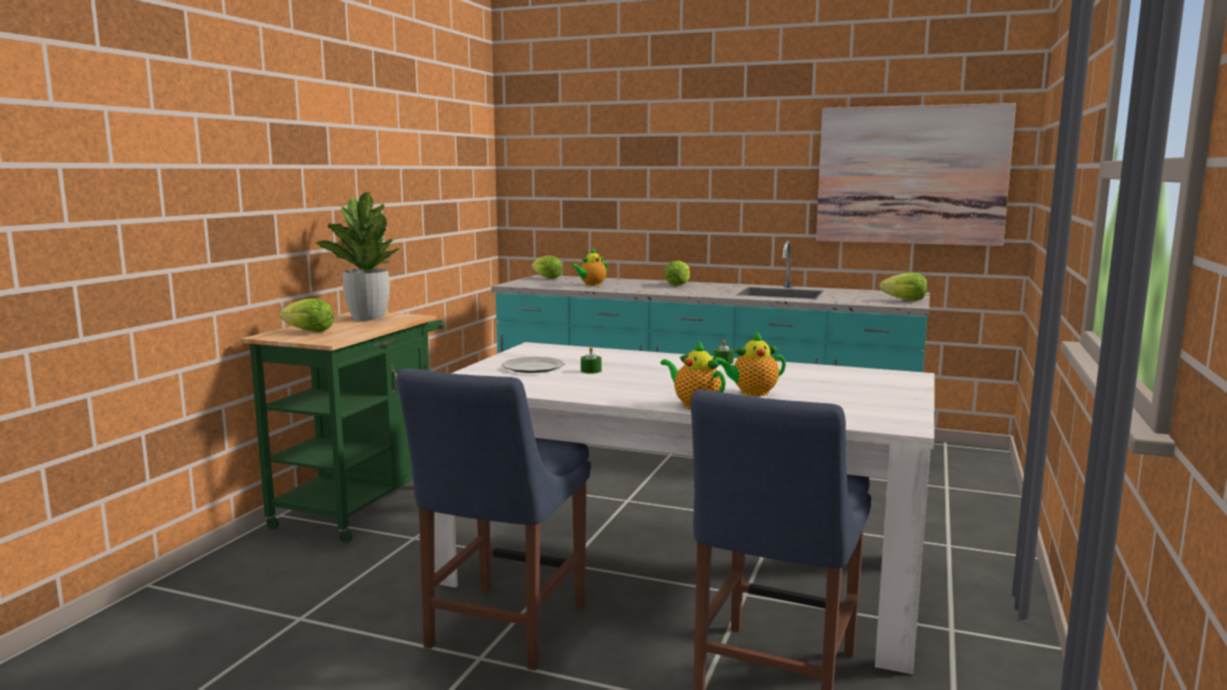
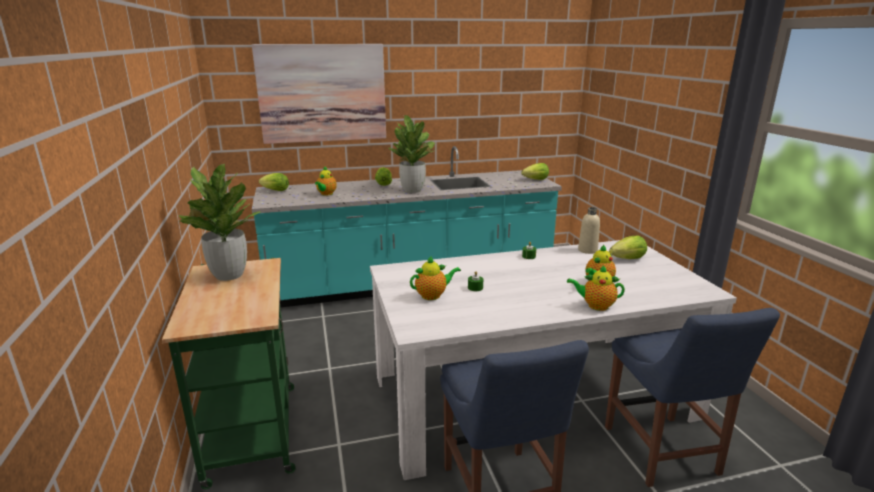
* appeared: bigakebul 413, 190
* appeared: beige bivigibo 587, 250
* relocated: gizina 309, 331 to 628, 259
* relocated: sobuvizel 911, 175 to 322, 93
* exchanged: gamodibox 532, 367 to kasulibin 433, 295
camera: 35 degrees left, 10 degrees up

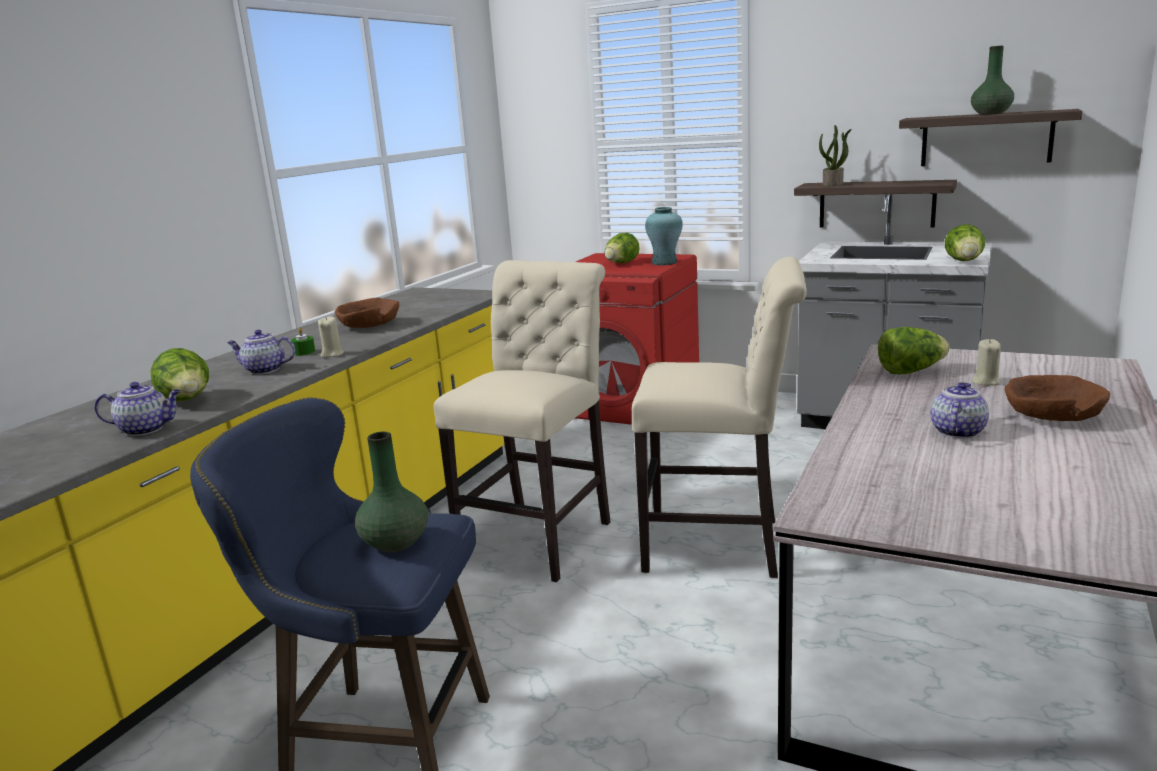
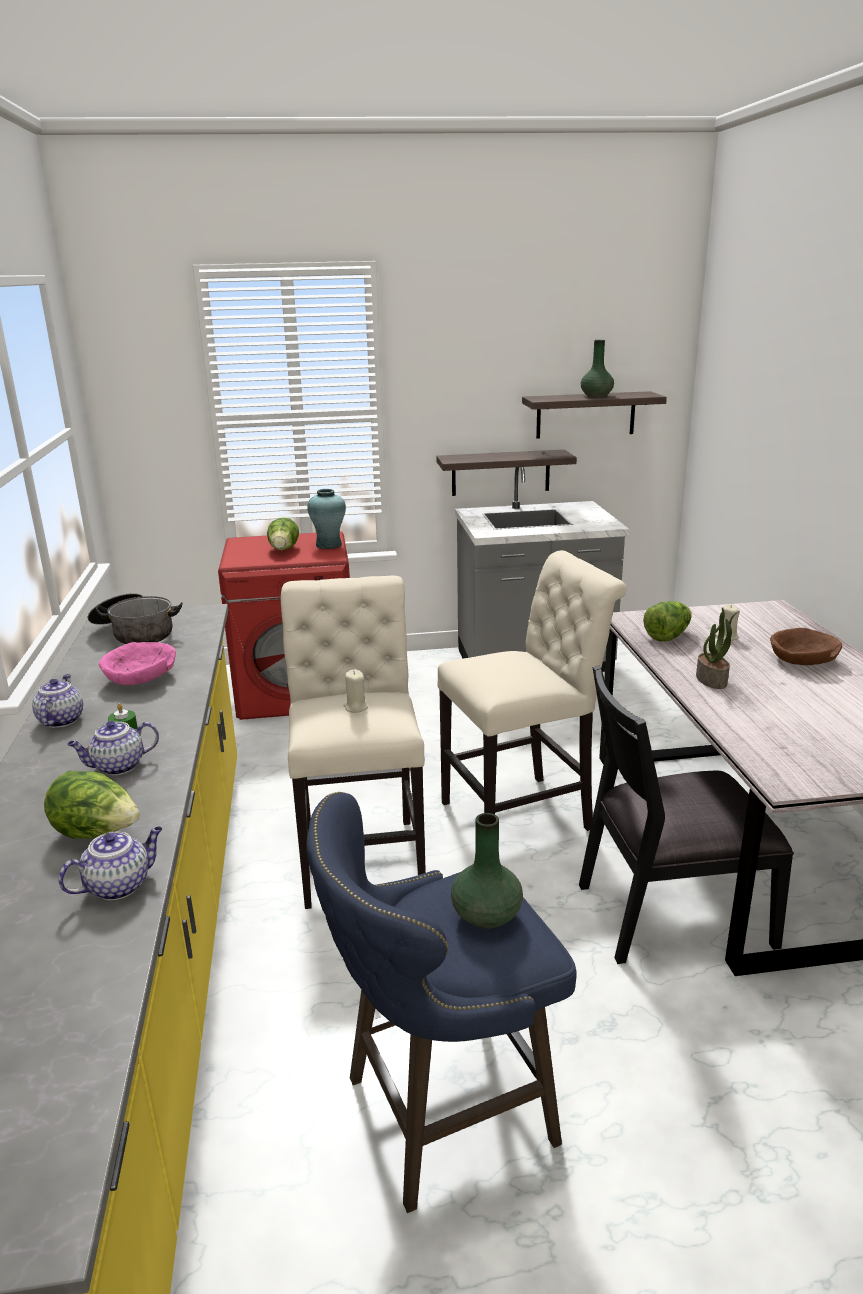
* missing: gizina 965, 262
* appeared: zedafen 135, 633
* appeared: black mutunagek 671, 912
* relocated: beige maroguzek 332, 354 to 355, 707
* relocated: bigakebul 833, 184 to 712, 680
* relocated: kasulibin 957, 431 to 61, 720
* colour: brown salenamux 369, 326 to pink salenamux 141, 678
camera: 35 degrees left, 5 degrees up

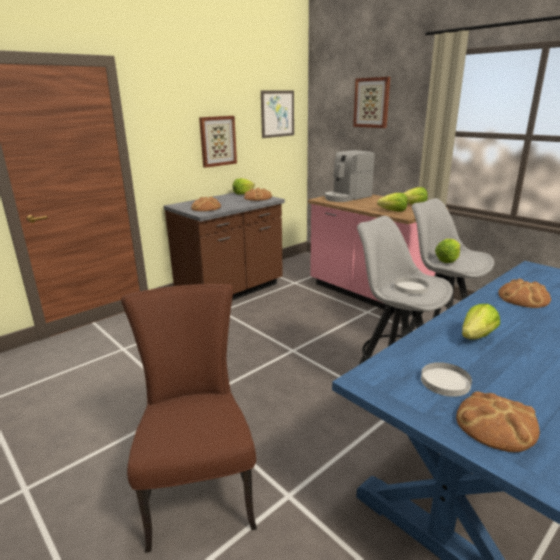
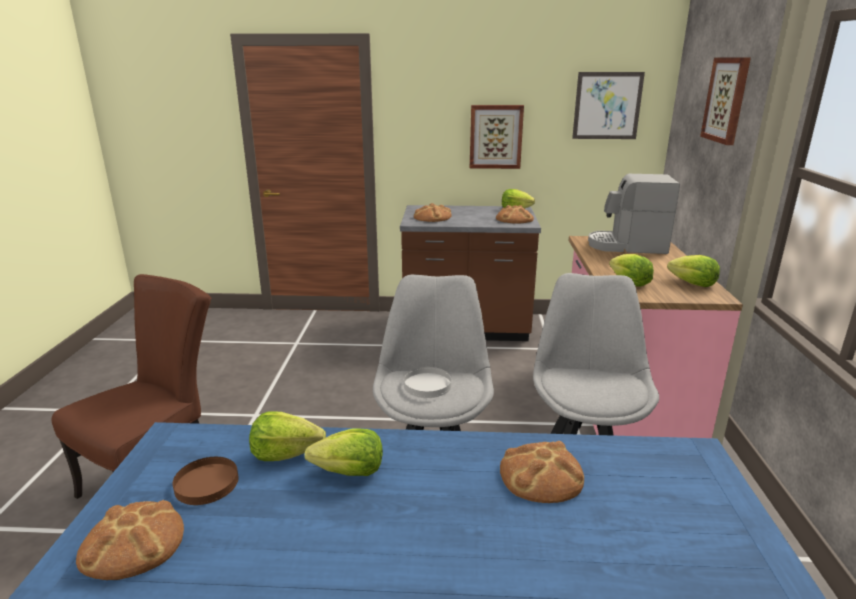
* relocated: gizina 447, 260 to 285, 453
* colour: white gamodibox 445, 381 to brown gamodibox 206, 483
camera: 45 degrees right, 0 degrees up

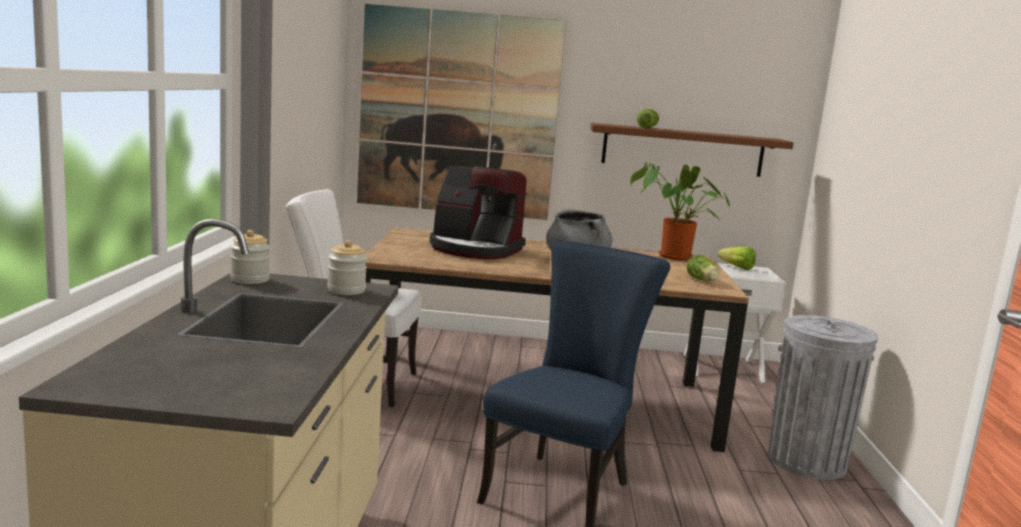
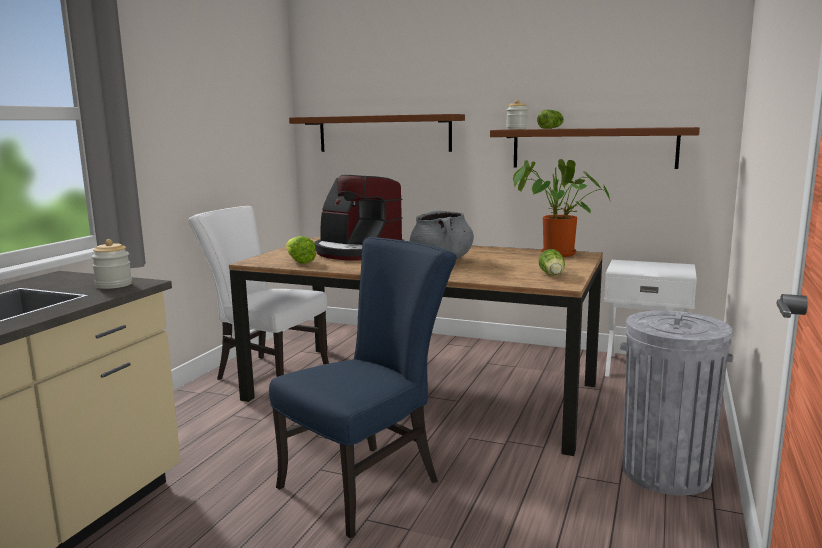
* relocated: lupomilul 250, 279 to 516, 129
* relocated: gizina 734, 267 to 298, 261
* exchanged: sobuvizel 458, 114 to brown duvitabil 383, 133
camera: 20 degrees right, 0 degrees up

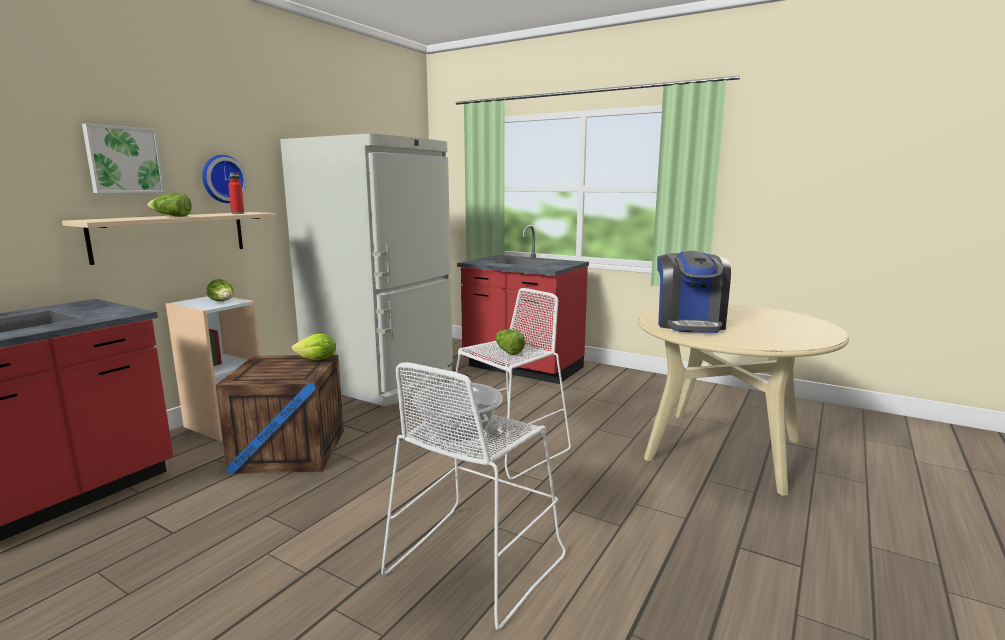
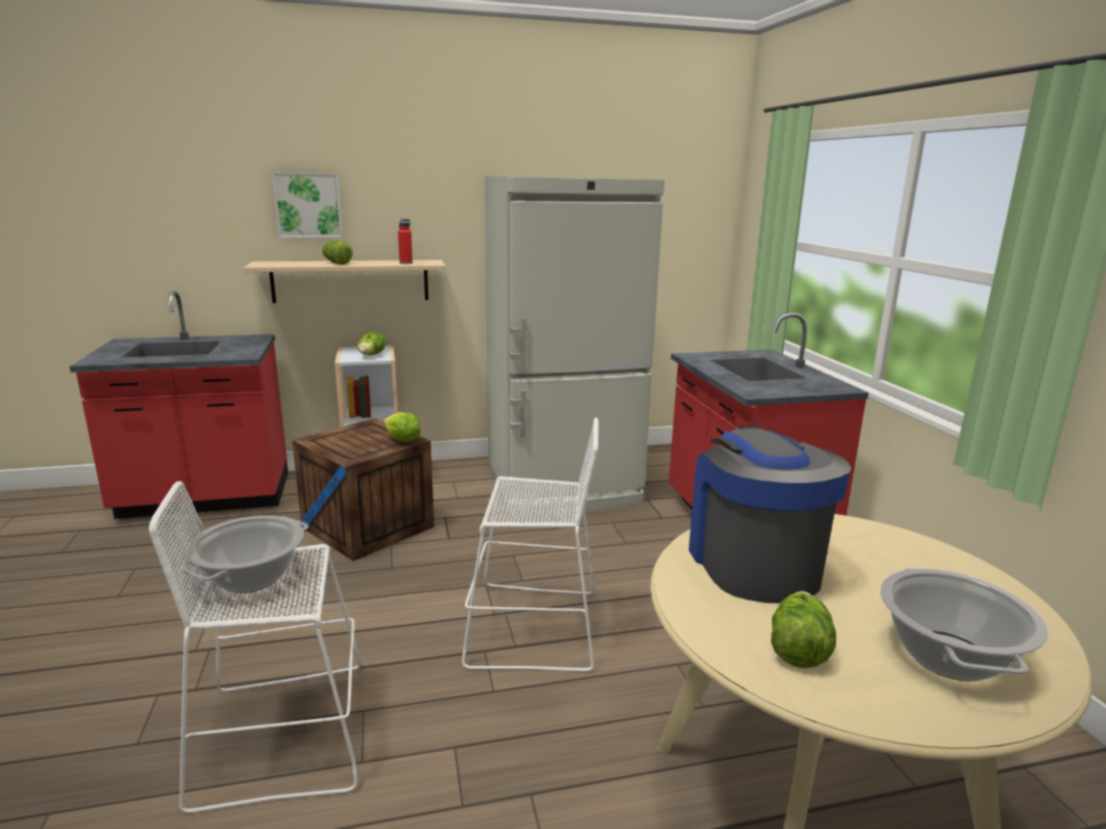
* missing: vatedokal 222, 179
* appeared: zedafen 947, 655
* relocated: gizina 508, 351 to 798, 647
* spun: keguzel 689, 324 = 753, 563 120 degrees clockwise
camera: 45 degrees right, 5 degrees up

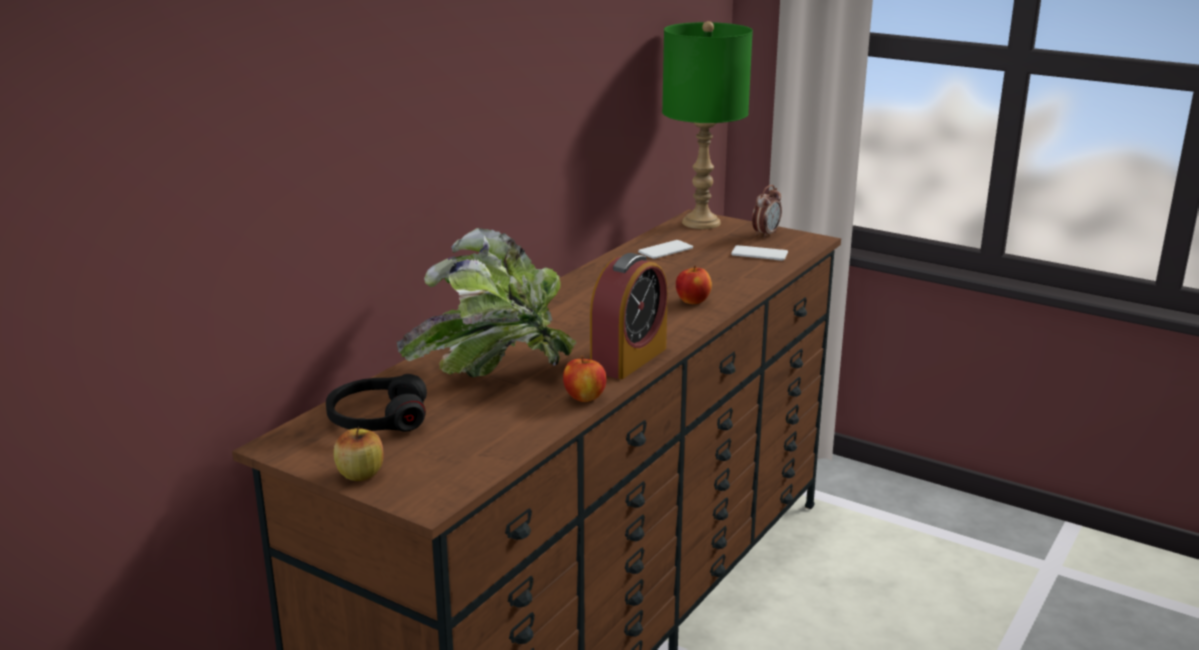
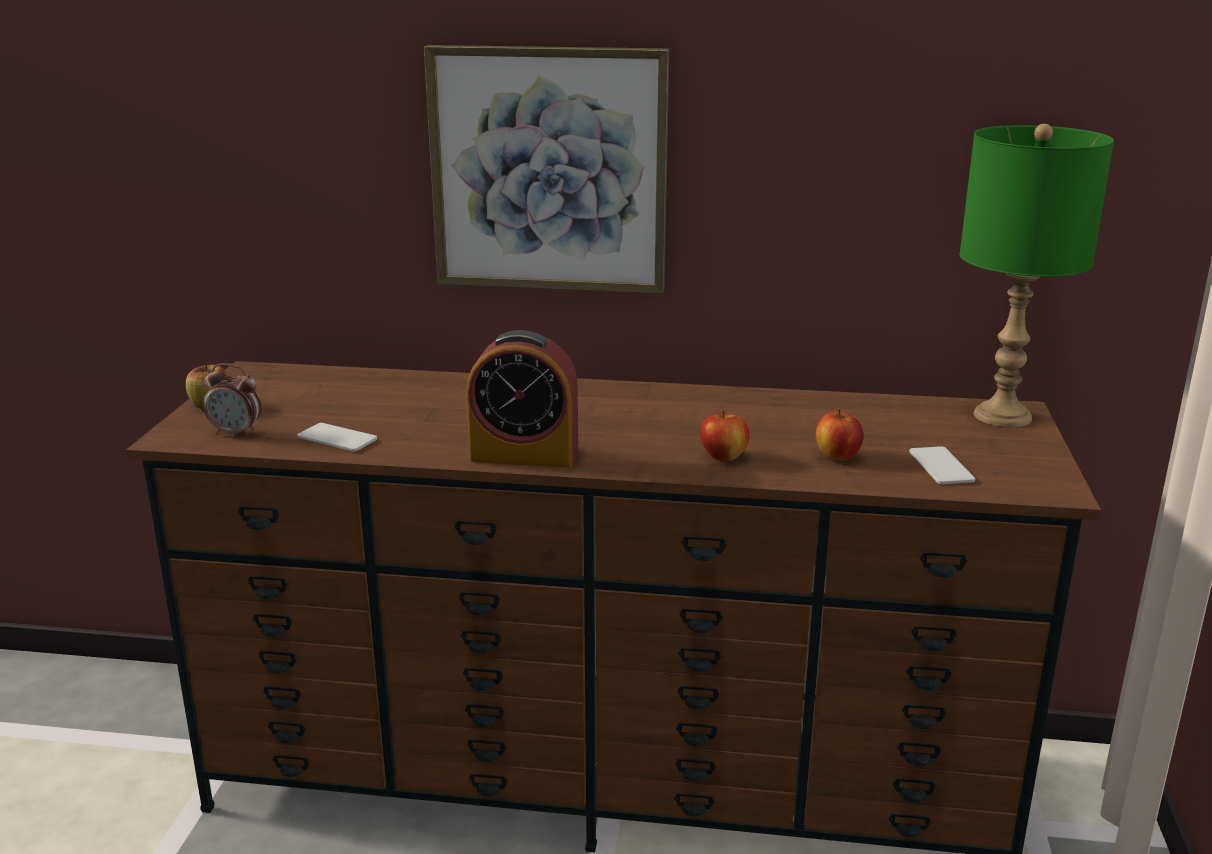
* missing: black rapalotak 377, 419
* missing: bigakebul 492, 368
* appeared: sobuvizel 549, 170
* relocated: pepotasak 584, 398 to 837, 456
* relocated: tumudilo 665, 250 to 337, 439
* relocated: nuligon 765, 234 to 236, 433
camera: 65 degrees right, 0 degrees up

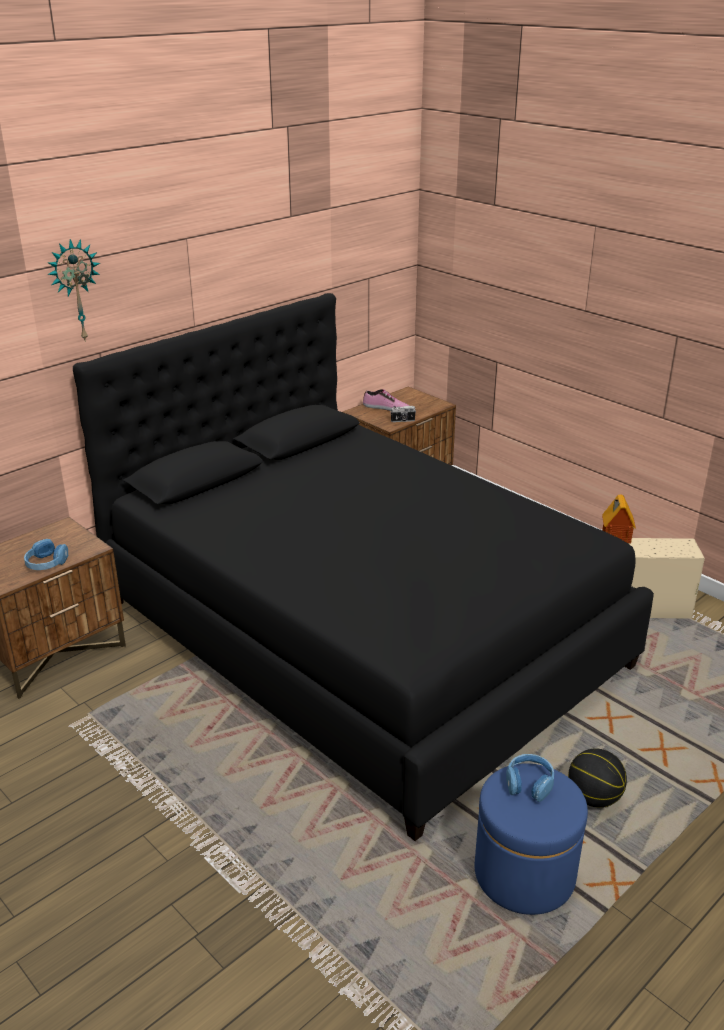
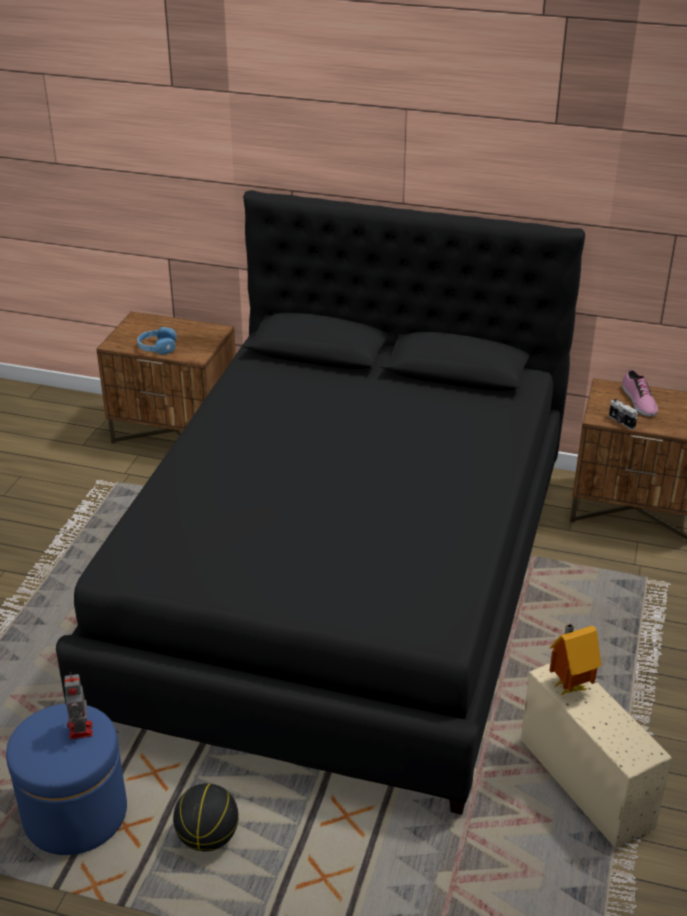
* missing: vatedokal 75, 290
* exchanged: blue rapalotak 529, 783 to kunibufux 81, 731
camera: 60 degrees right, 5 degrees up

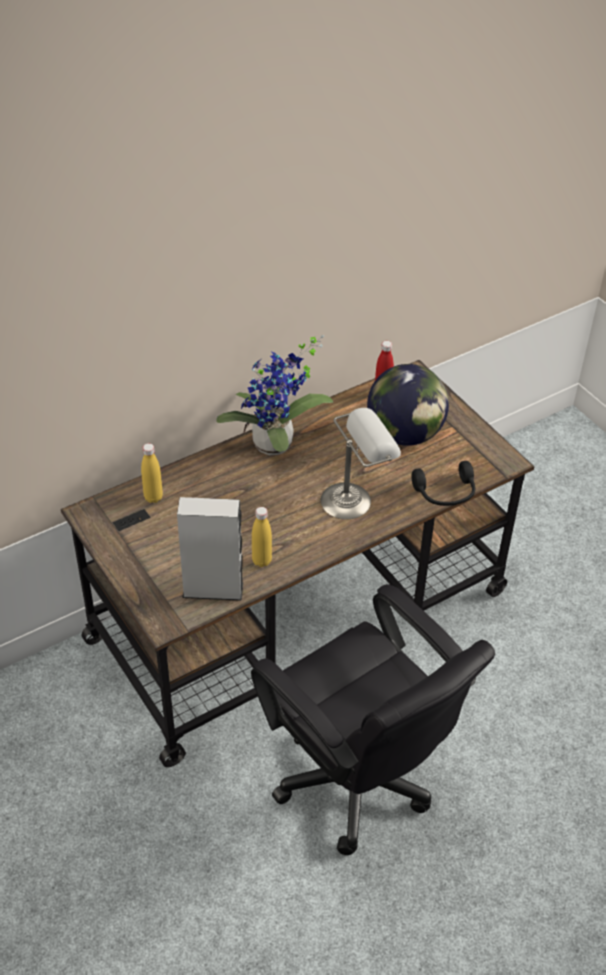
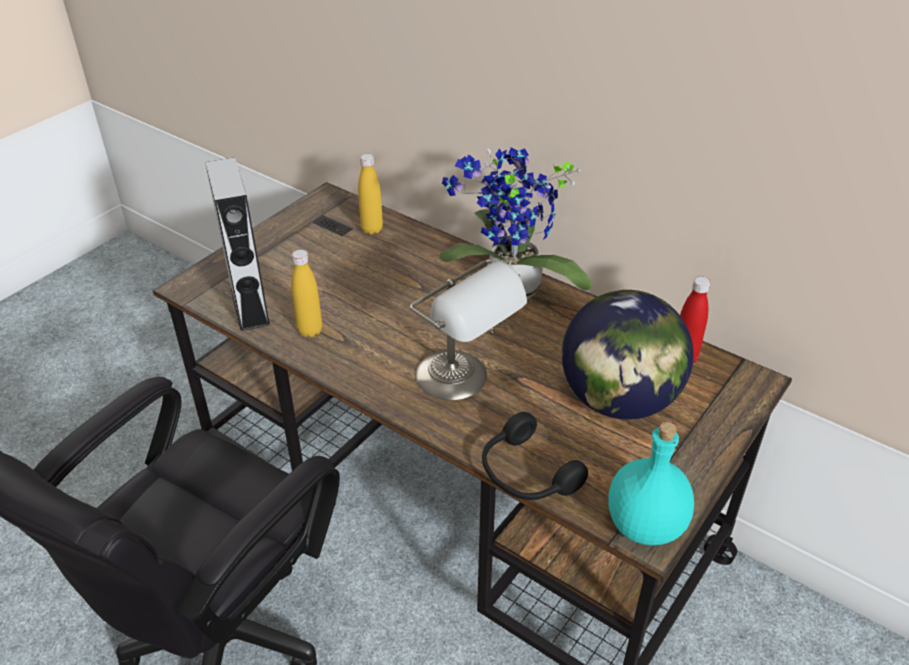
* appeared: turquoise bivigibo 646, 526
camera: 70 degrees right, 5 degrees down

